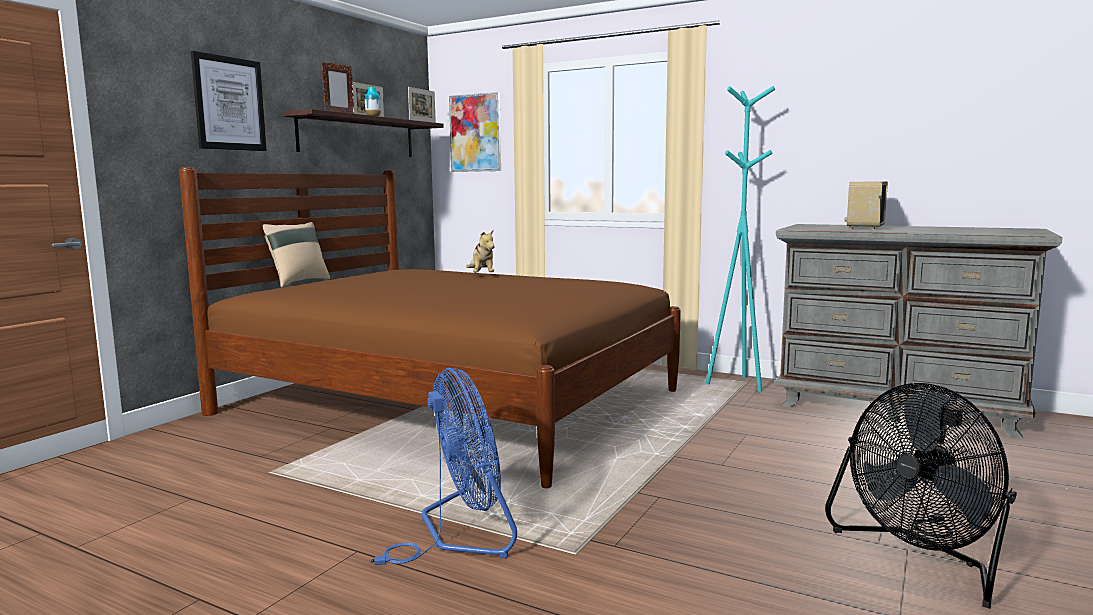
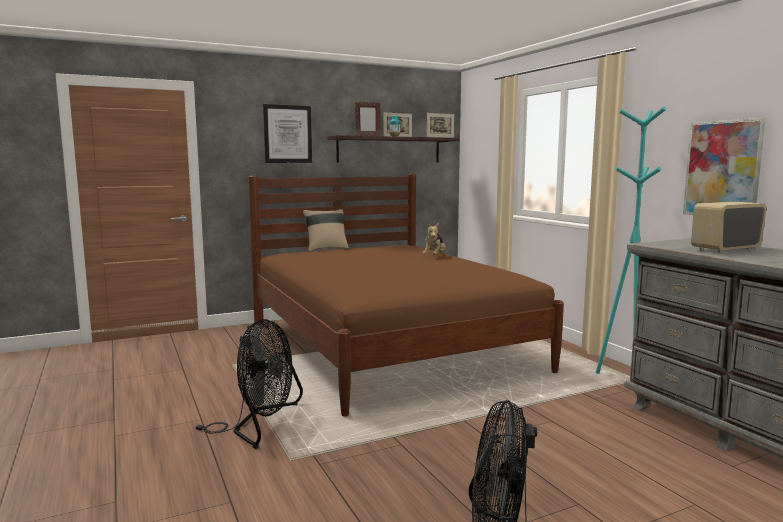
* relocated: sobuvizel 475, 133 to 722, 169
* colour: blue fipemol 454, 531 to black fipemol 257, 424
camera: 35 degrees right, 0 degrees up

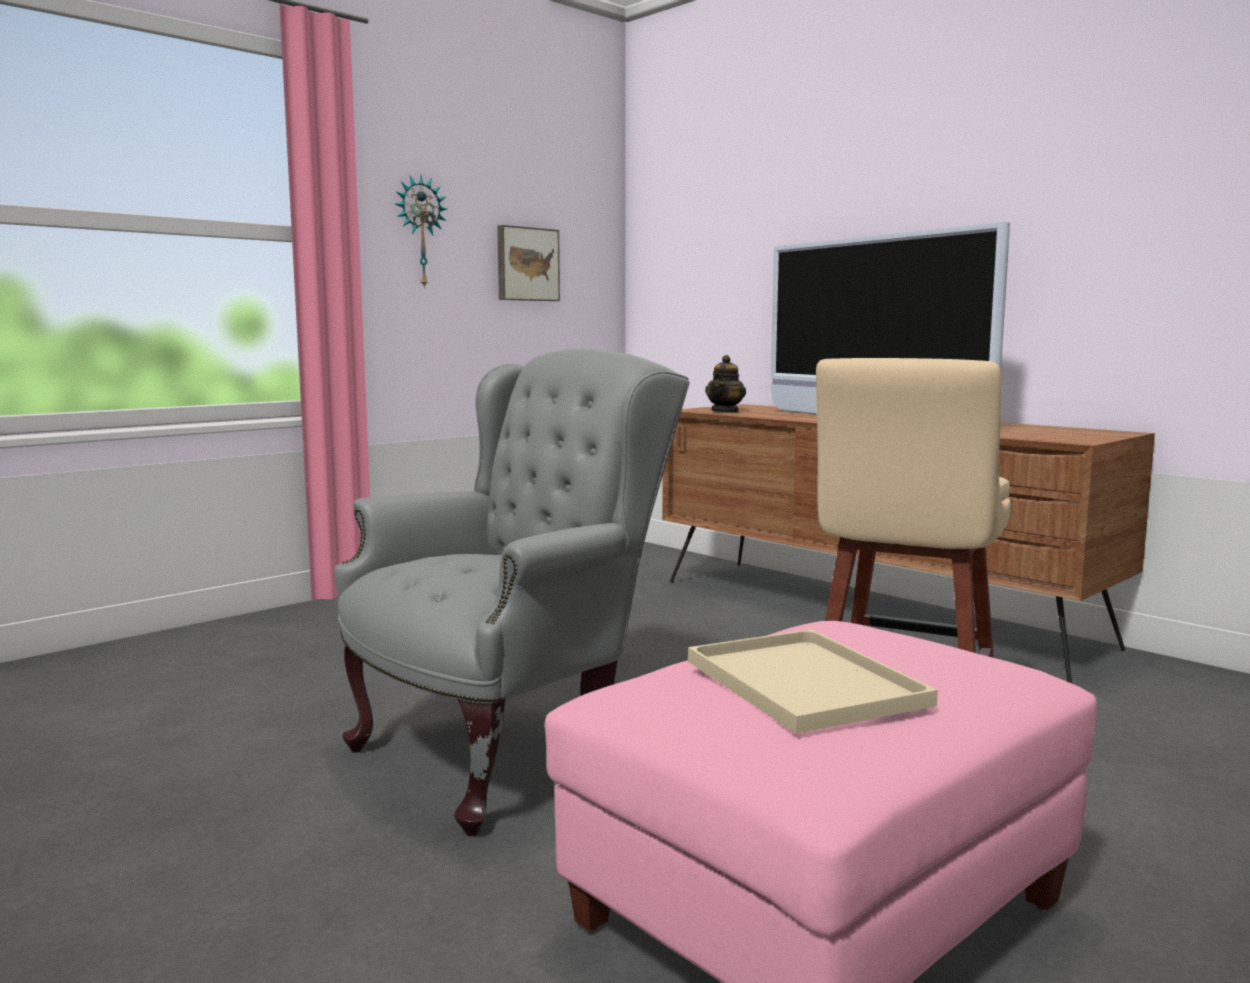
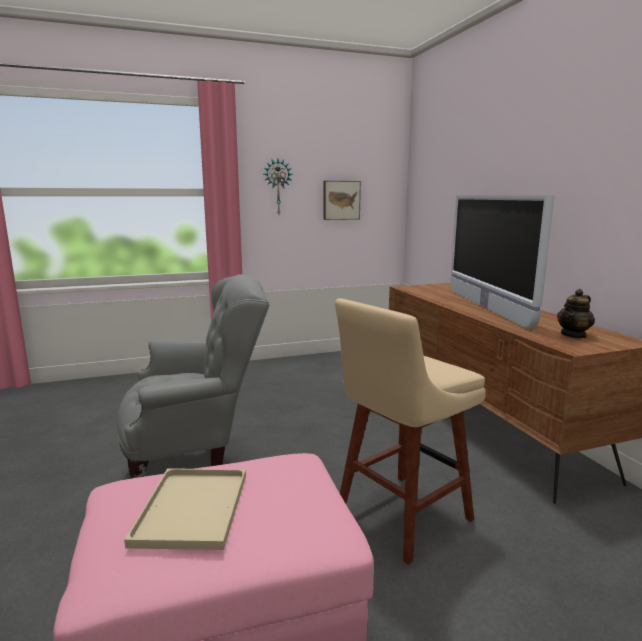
* relocated: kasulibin 725, 411 to 573, 335
camera: 25 degrees right, 5 degrees up

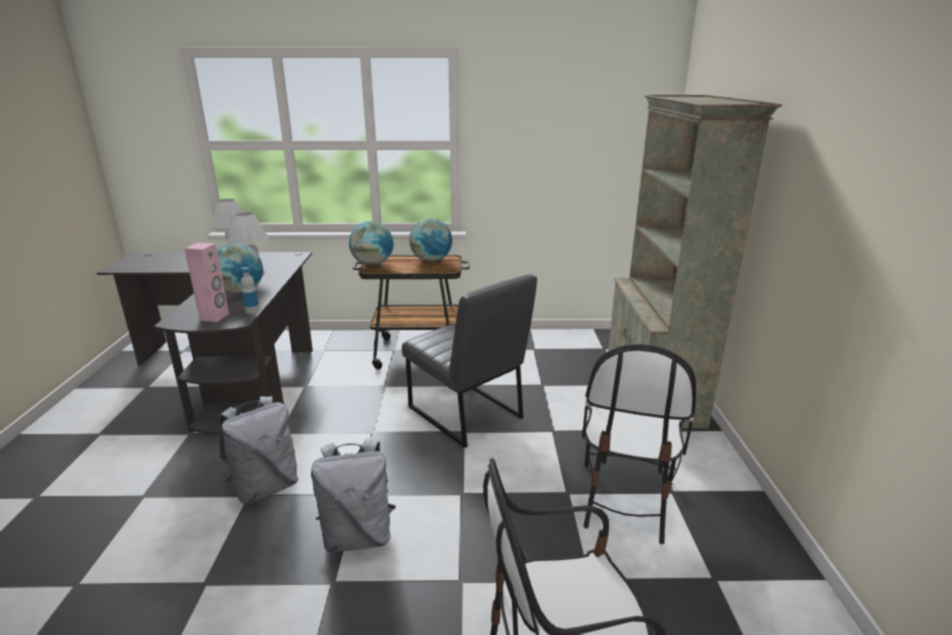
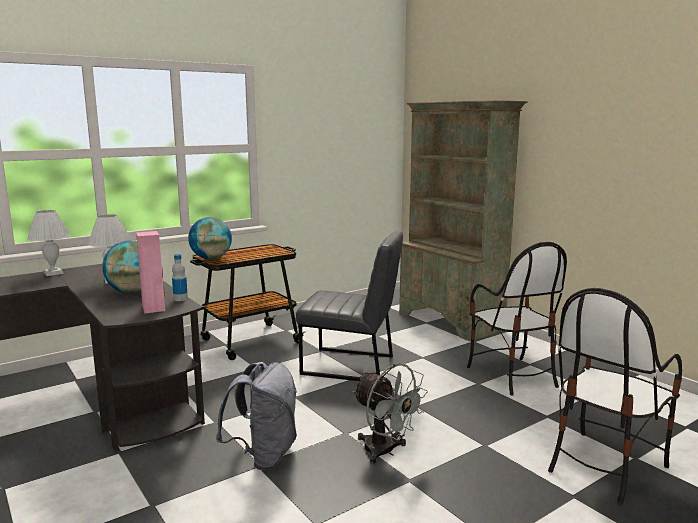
* missing: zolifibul 431, 260
* exchanged: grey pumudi 358, 536 to grey fipemol 385, 452
camera: 35 degrees left, 10 degrees down

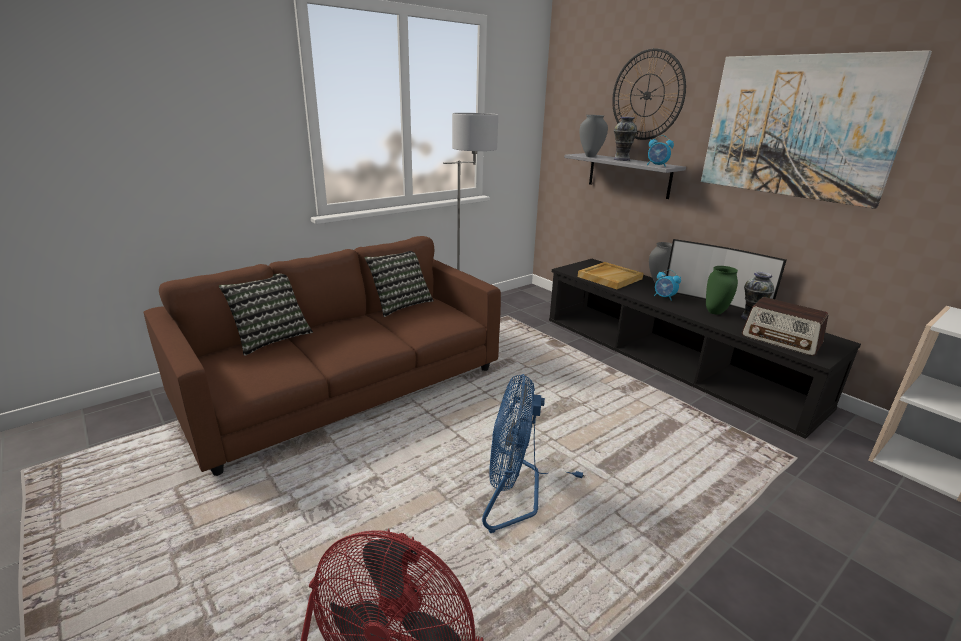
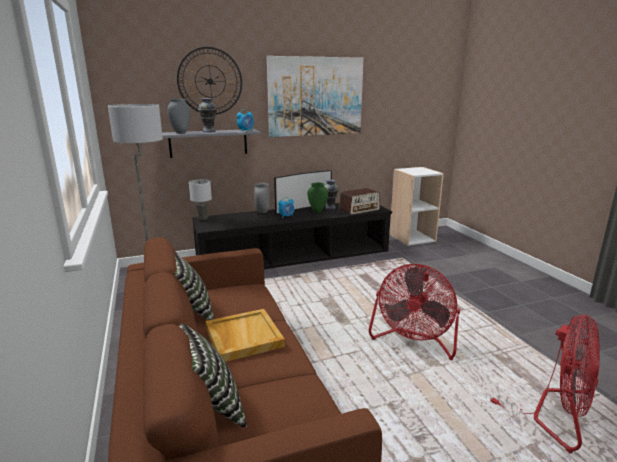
* appeared: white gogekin 203, 219
* relocated: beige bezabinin 609, 277 to 243, 337
* colour: blue fipemol 520, 487 to red fipemol 411, 340
camera: 70 degrees left, 5 degrees down

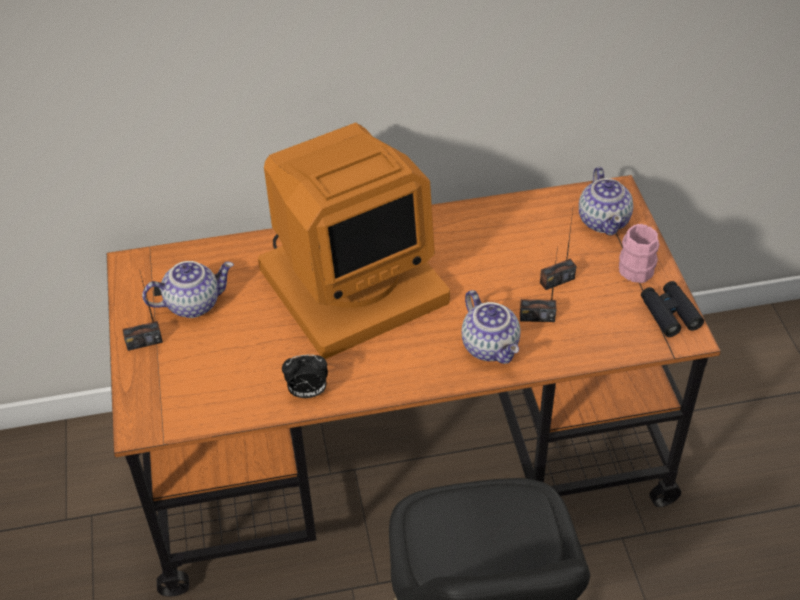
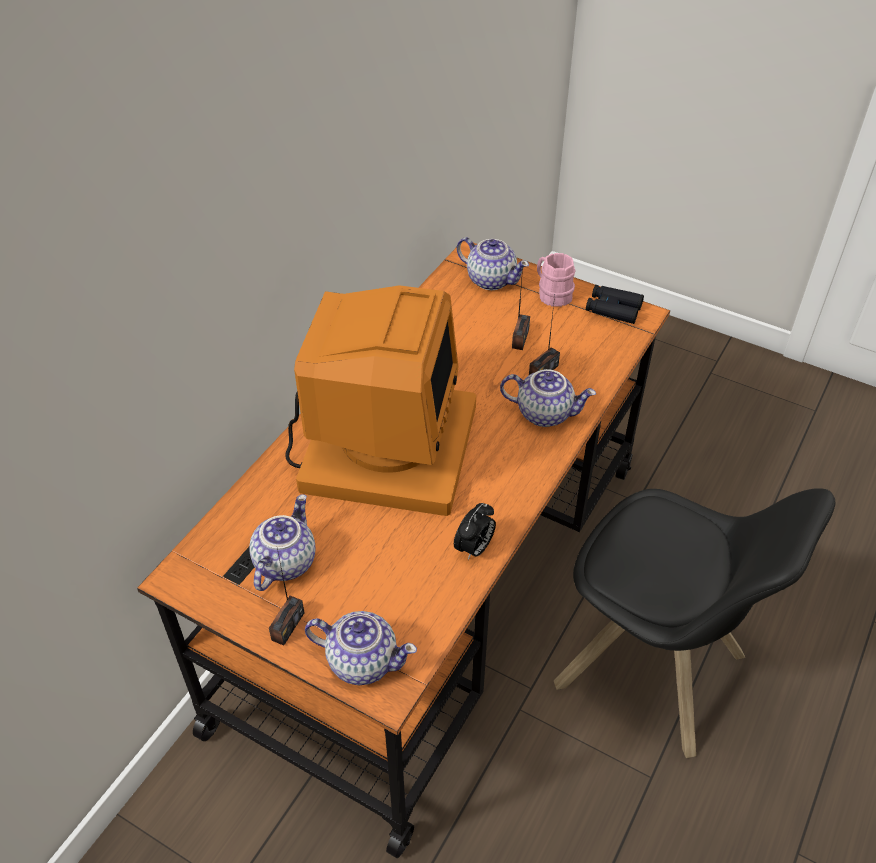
* appeared: kasulibin 362, 660
camera: 50 degrees left, 0 degrees up

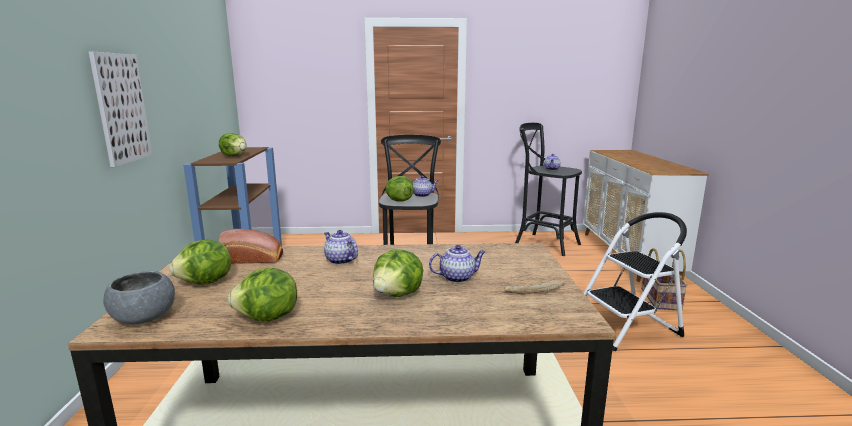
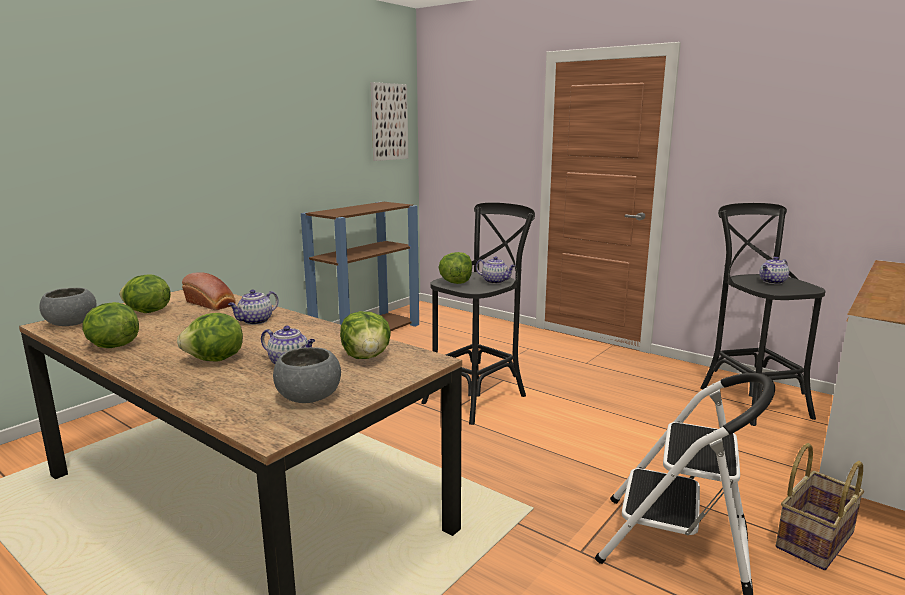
* relocated: sobuvizel 121, 108 to 389, 122
* relocated: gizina 235, 156 to 366, 357
* exchanged: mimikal 534, 292 to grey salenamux 308, 397
* spun: kasulibin 340, 260 = 255, 321 135 degrees counterclockwise
camera: 40 degrees right, 0 degrees up

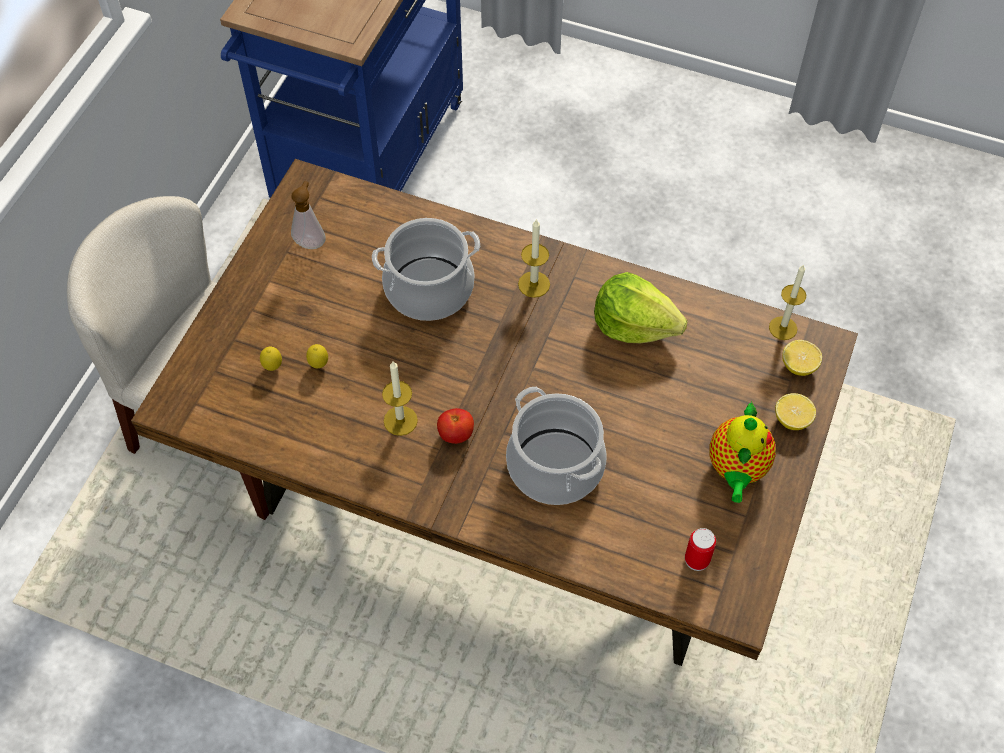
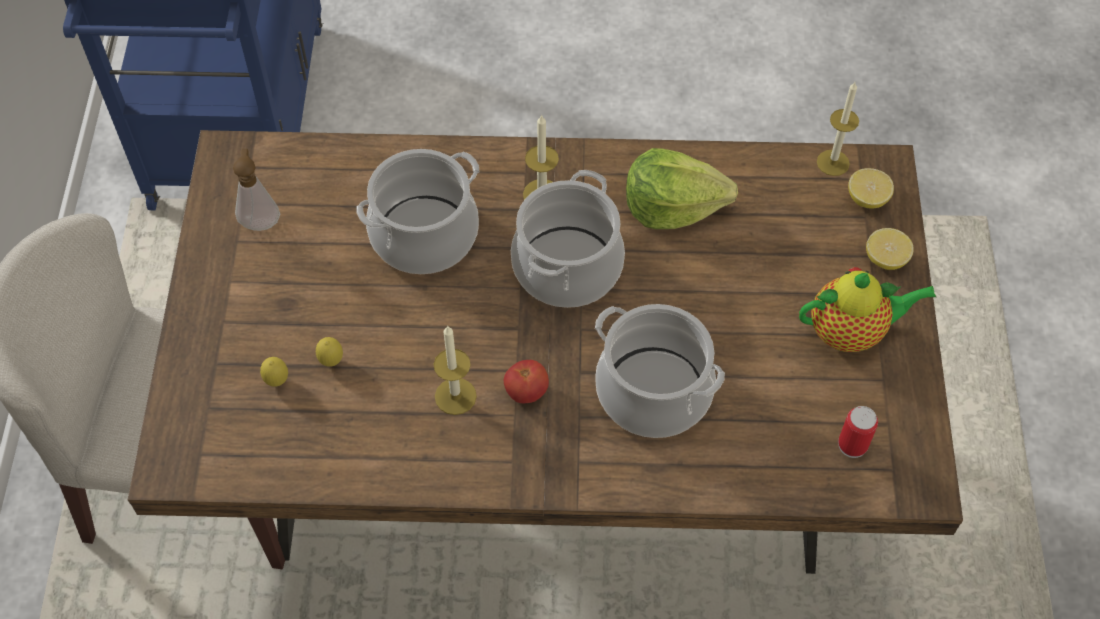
* appeared: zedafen 567, 267
* spun: kasulibin 736, 469 = 851, 332 90 degrees counterclockwise
camera: 20 degrees left, 0 degrees up

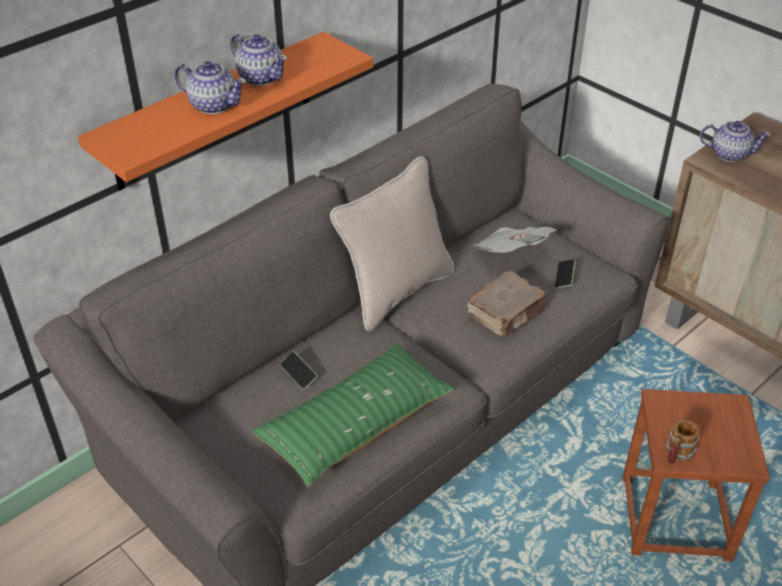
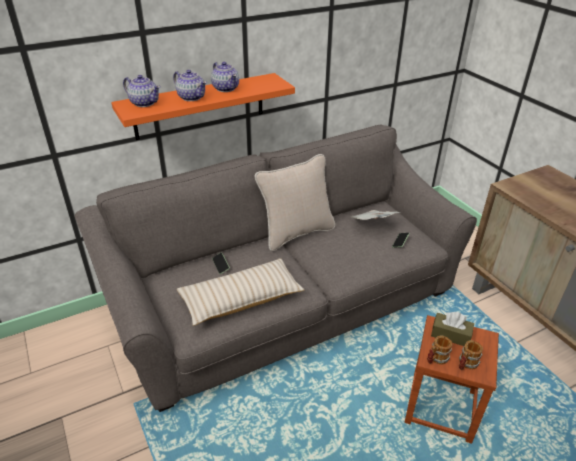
* missing: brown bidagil 507, 313
* appeared: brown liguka 450, 335
* appeared: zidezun 466, 364
* relocated: kasulibin 729, 154 to 144, 103
* colour: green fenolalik 356, 425 to beige fenolalik 241, 299
camera: 15 degrees right, 5 degrees down

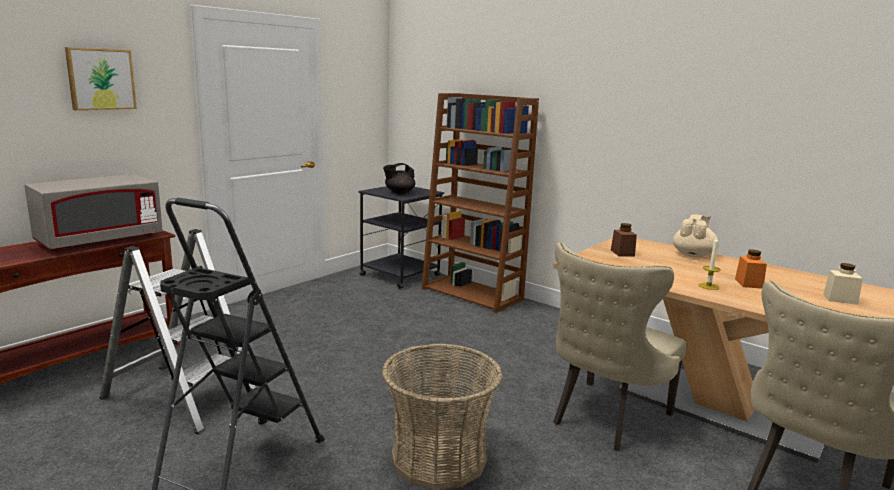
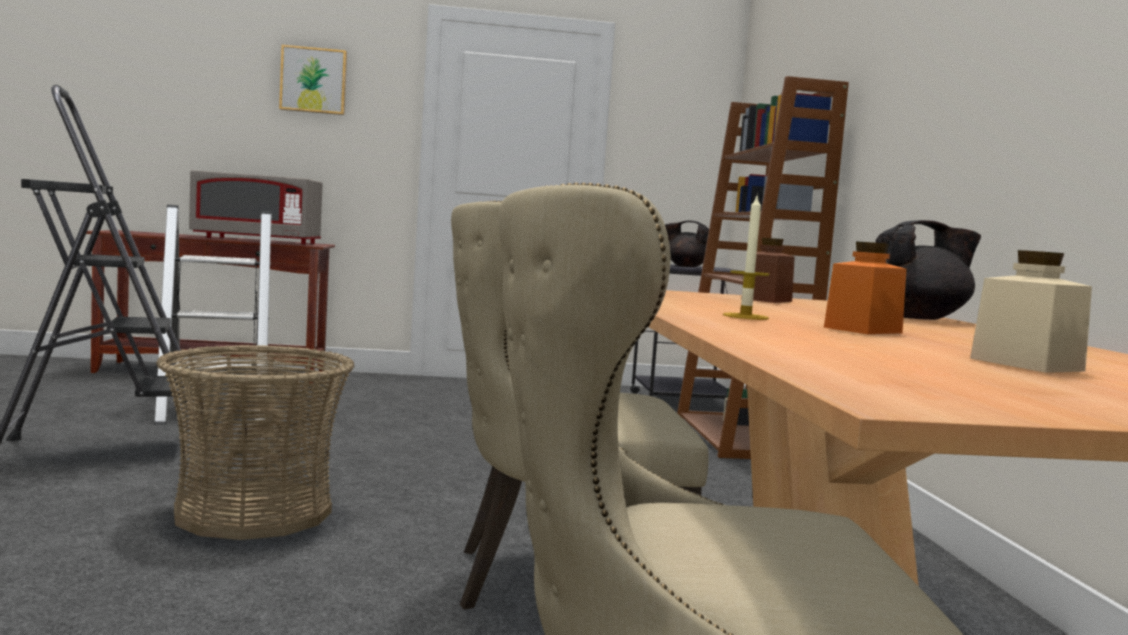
* colour: beige kasulibin 693, 255 to black kasulibin 917, 318
camera: 45 degrees right, 10 degrees down

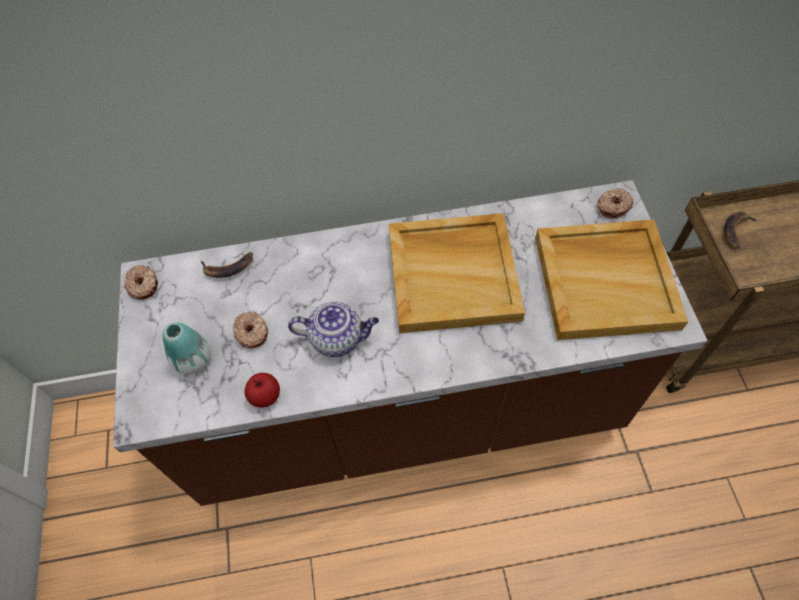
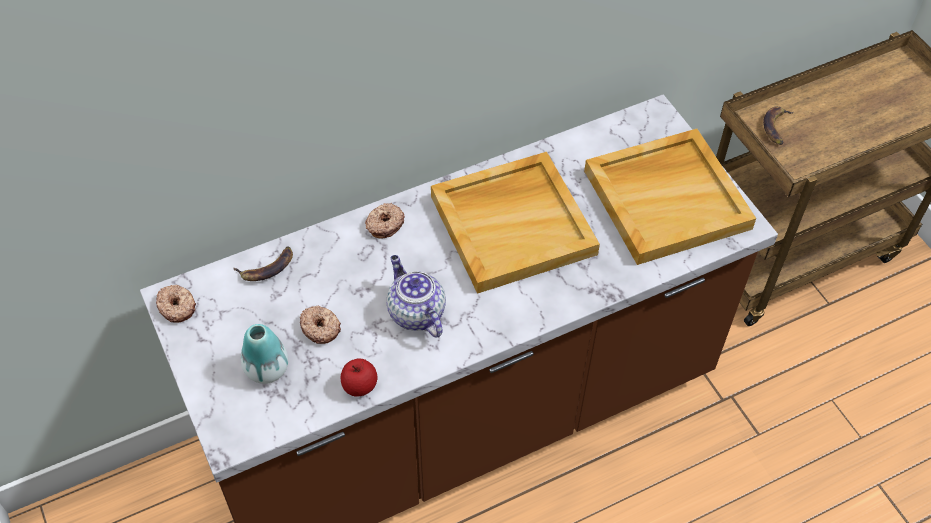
* relocated: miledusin 613, 206 to 384, 224
* spun: kasulibin 338, 338 = 415, 312 105 degrees counterclockwise
camera: 20 degrees left, 5 degrees down

